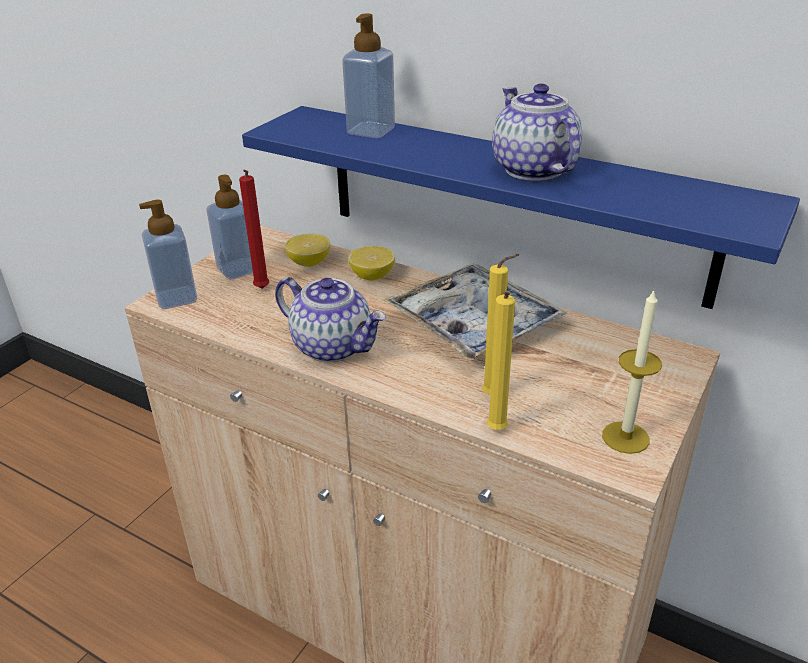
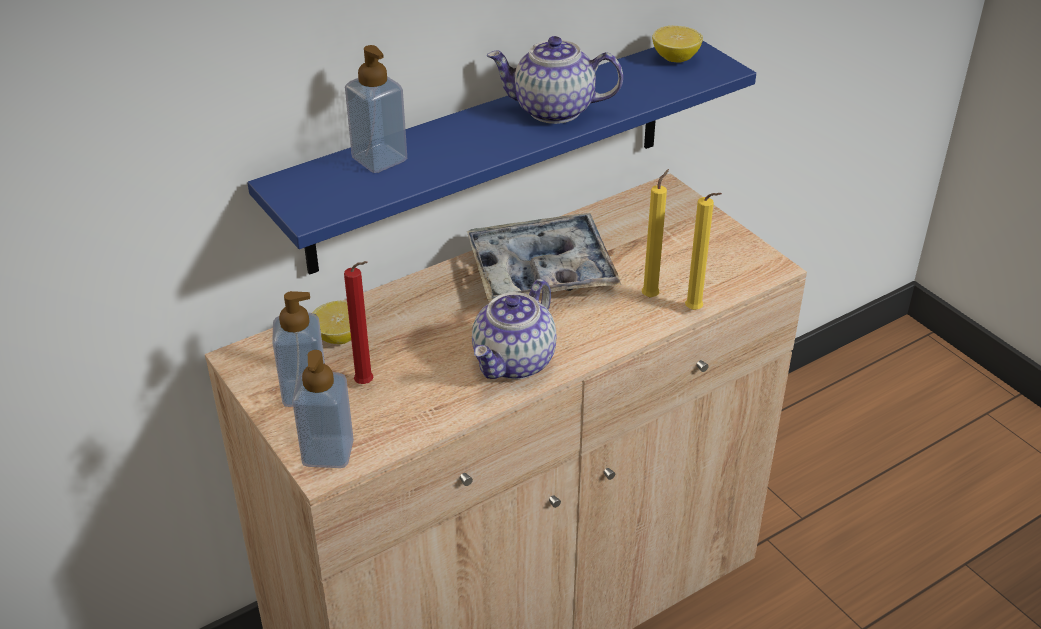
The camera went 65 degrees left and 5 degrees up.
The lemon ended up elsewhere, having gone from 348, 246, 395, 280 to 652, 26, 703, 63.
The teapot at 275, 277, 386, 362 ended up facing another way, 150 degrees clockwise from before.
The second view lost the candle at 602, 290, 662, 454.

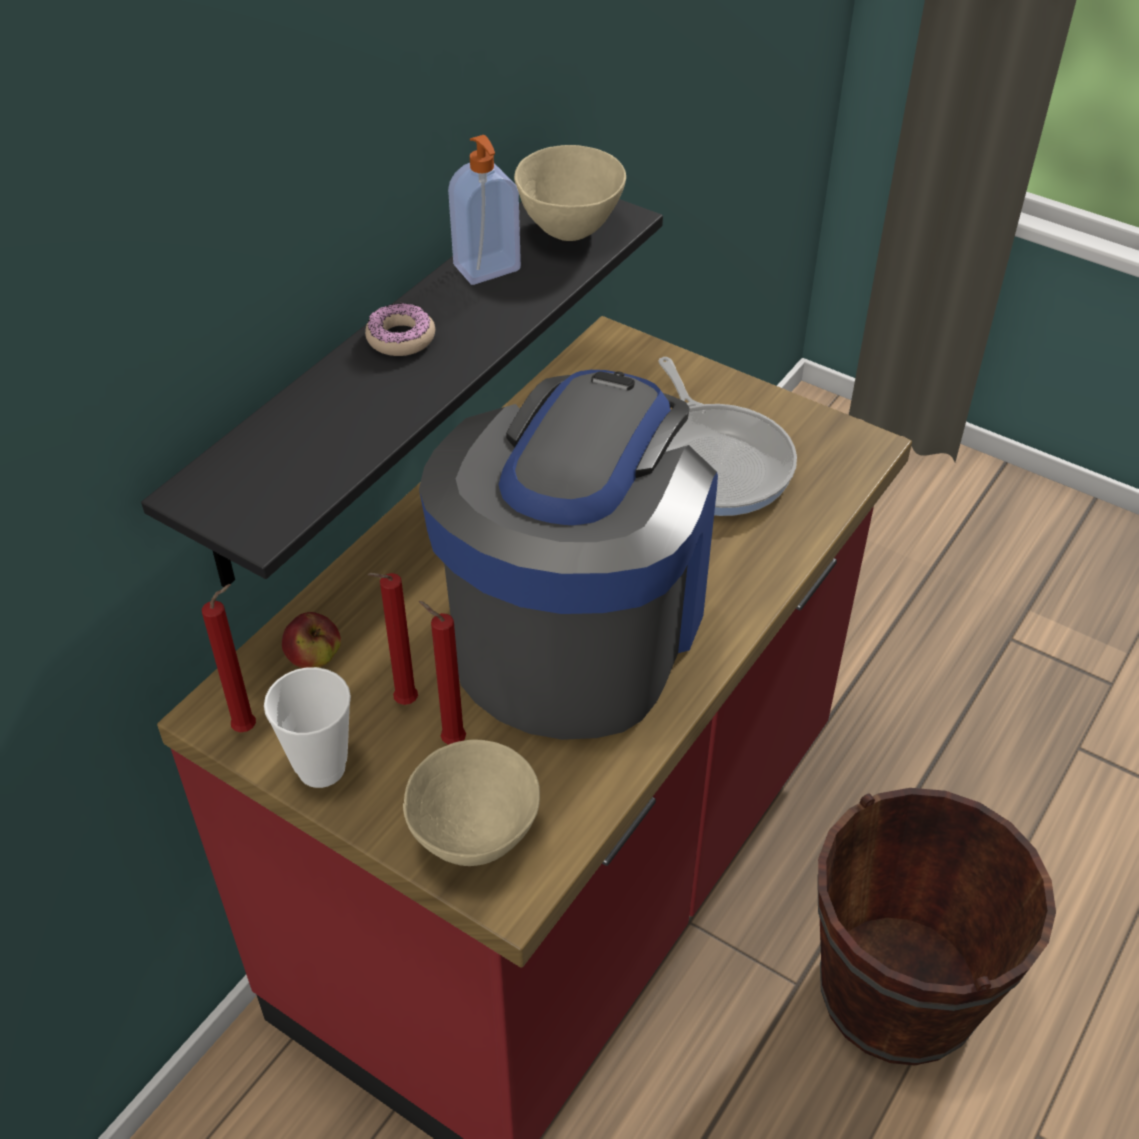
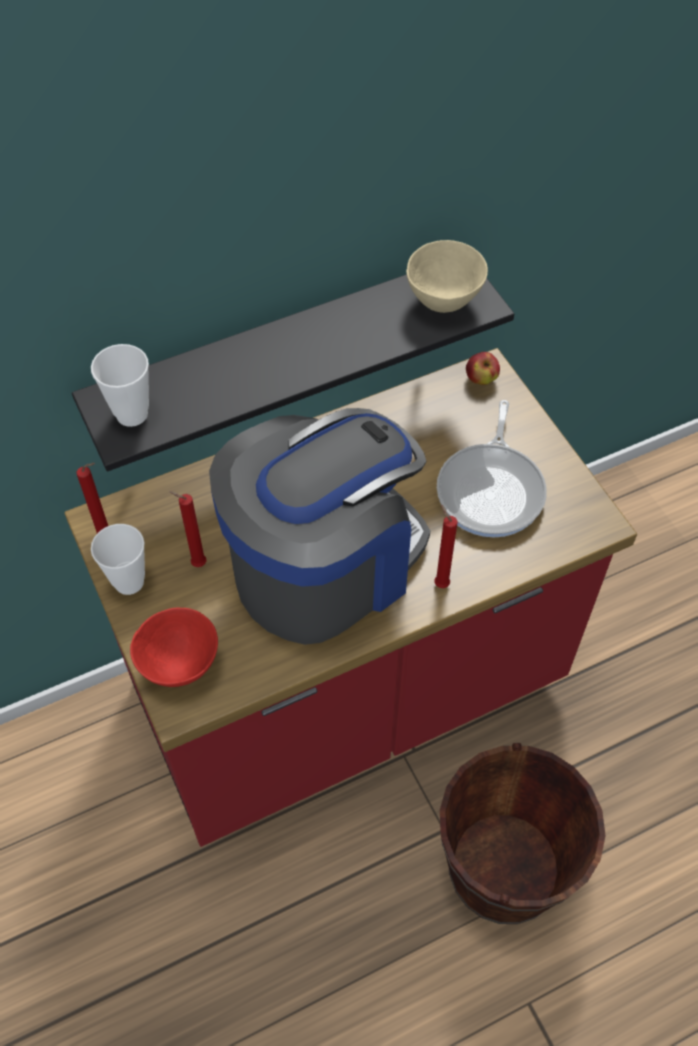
The camera went 30 degrees right and 10 degrees up.
The second view lost the soap dispenser at 448, 135, 521, 285.
The second view lost the donut at 365, 303, 435, 356.
The red candle ended up elsewhere, having gone from 419, 601, 466, 745 to 434, 504, 458, 588.
The apple ended up elsewhere, having gone from 282, 612, 341, 668 to 466, 352, 500, 385.
What was the beige bowl at 403, 740, 540, 866 turned into the red bowl at 130, 608, 218, 687.
The second view gained the cup at 91, 344, 149, 427.

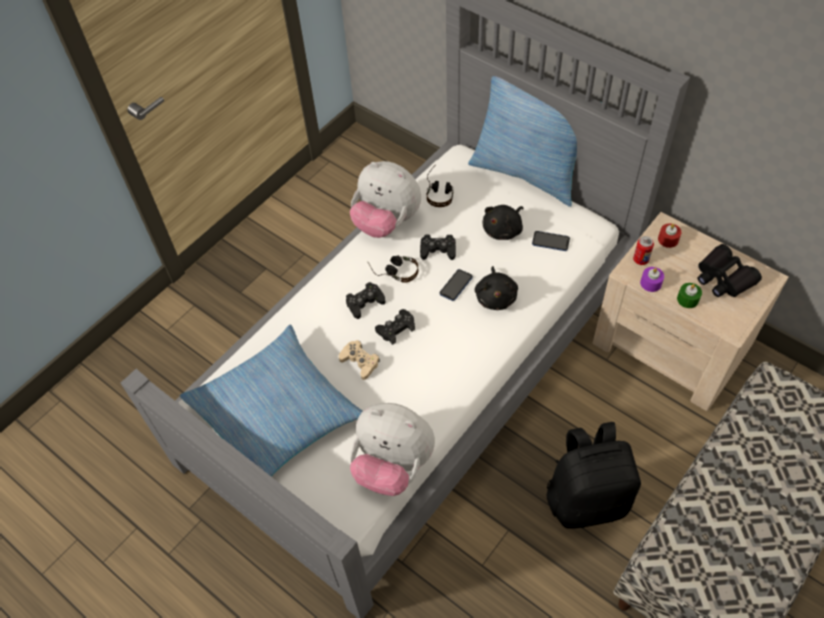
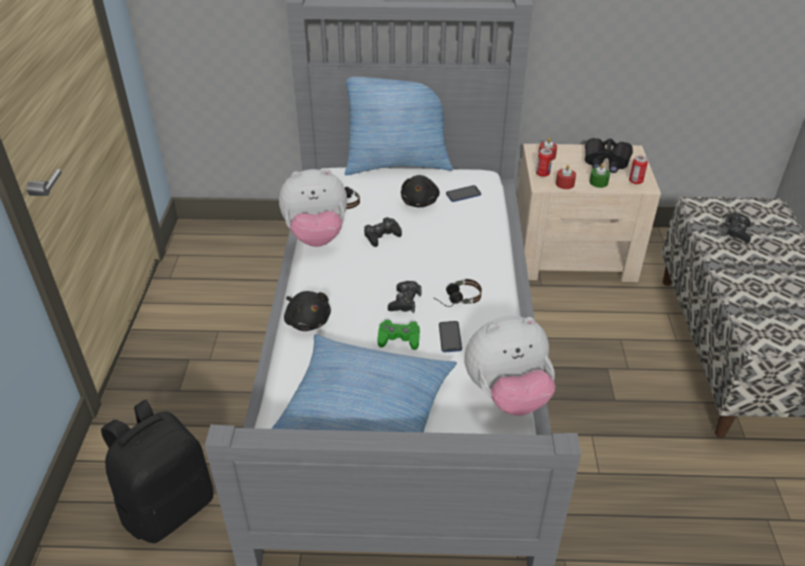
The camera went 40 degrees left and 15 degrees down.
The headphones ended up elsewhere, having gone from 368, 255, 418, 283 to 433, 279, 482, 307.
The black plush toy ended up elsewhere, having gone from 475, 266, 518, 310 to 284, 291, 331, 331.
What was the purple candle at 640, 267, 664, 292 turned into the red candle at 556, 165, 576, 189.
The phone ended up elsewhere, having gone from 440, 269, 473, 301 to 439, 321, 462, 352.
The black game controller ended up elsewhere, having gone from 346, 282, 386, 319 to 724, 213, 751, 243.
What was the beige game controller at 339, 340, 380, 380 turned into the green game controller at 378, 320, 420, 350.
The black backpack ended up elsewhere, having gone from 547, 422, 641, 529 to 101, 400, 213, 543.
The second view gained the can at 629, 155, 648, 184.

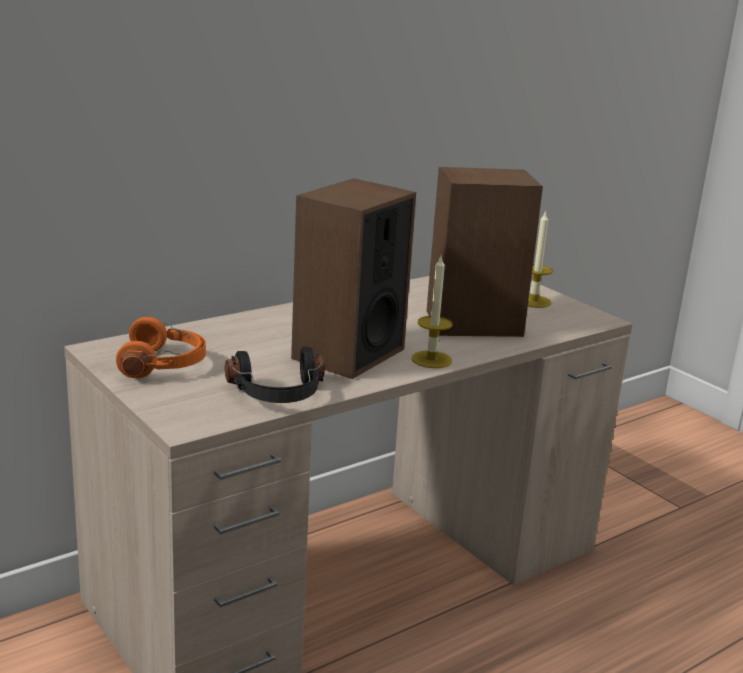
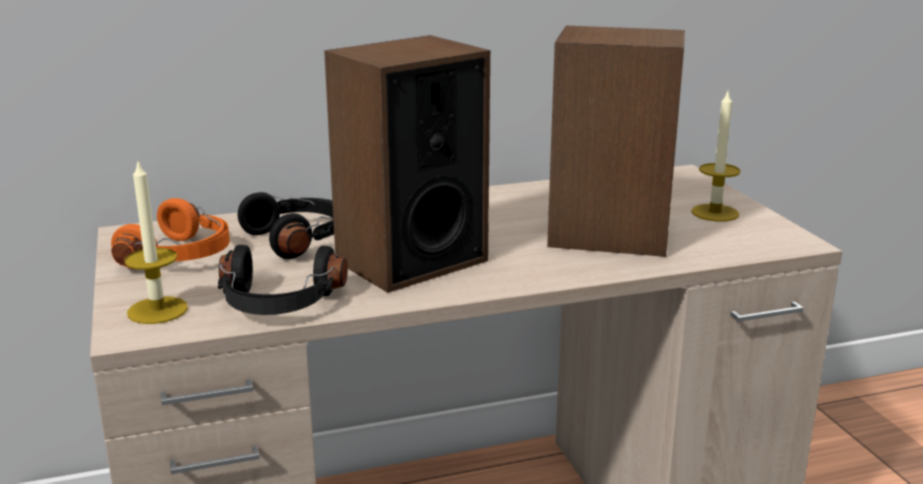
The camera went 20 degrees right and 0 degrees up.
The candle ended up elsewhere, having gone from 411, 254, 453, 368 to 124, 161, 188, 324.
The second view gained the black headphones at 237, 192, 334, 259.

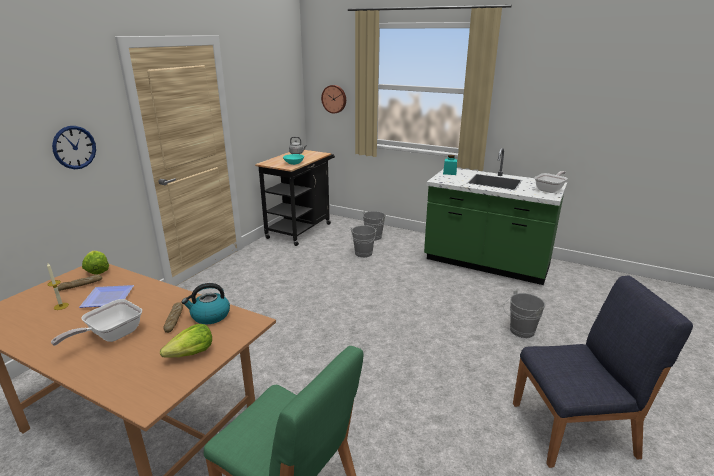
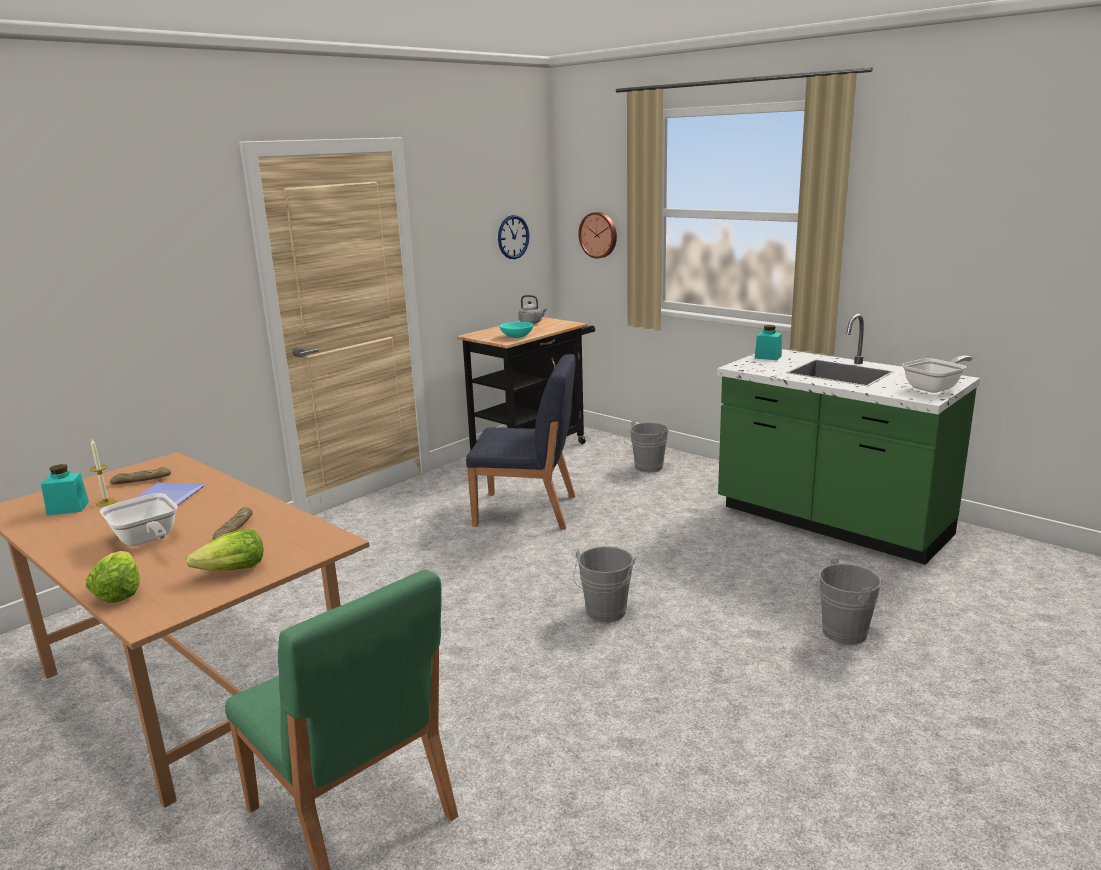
The camera went 15 degrees right and 5 degrees down.
The wall clock ended up elsewhere, having gone from 52, 126, 96, 169 to 498, 215, 529, 259.
The grey bucket ended up elsewhere, having gone from 351, 225, 377, 258 to 574, 546, 636, 623.
The lettuce ended up elsewhere, having gone from 82, 251, 109, 275 to 86, 551, 140, 603.
The blue chair ended up elsewhere, having gone from 513, 276, 693, 468 to 466, 354, 576, 530.
The second view lost the kettle at 182, 283, 230, 324.
The frying pan at 51, 299, 142, 346 ended up facing another way, 90 degrees counterclockwise from before.
The second view gained the turquoise jar at 41, 464, 89, 516.

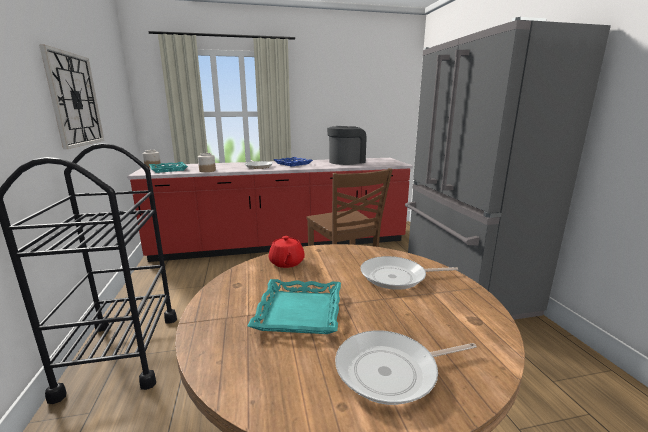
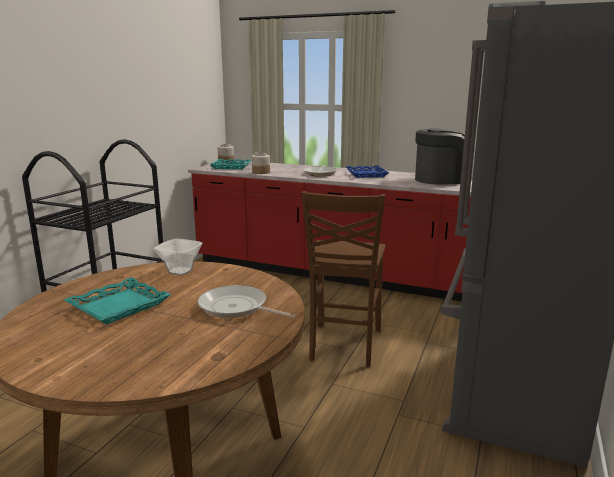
The camera went 35 degrees right and 0 degrees up.
The second view lost the wall clock at 39, 44, 104, 149.
Where the red teapot stood at 269, 236, 305, 268, the bowl came to stand at 154, 239, 203, 276.
The second view lost the frying pan at 335, 330, 477, 405.

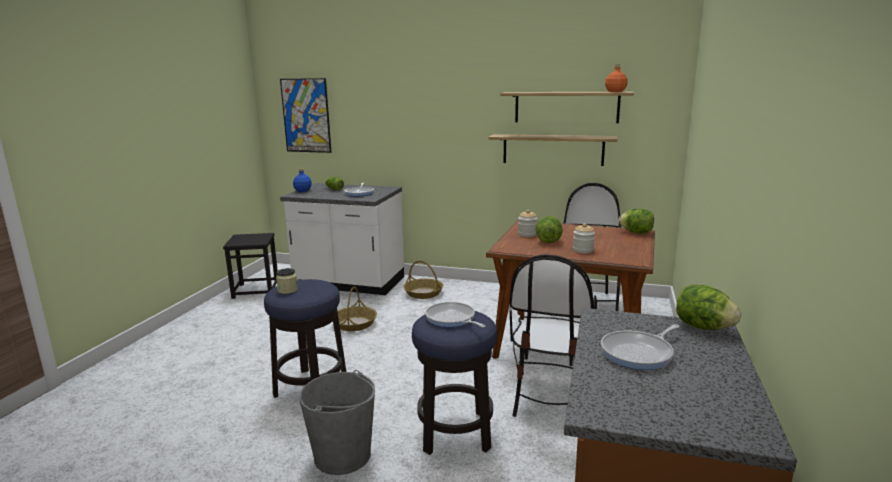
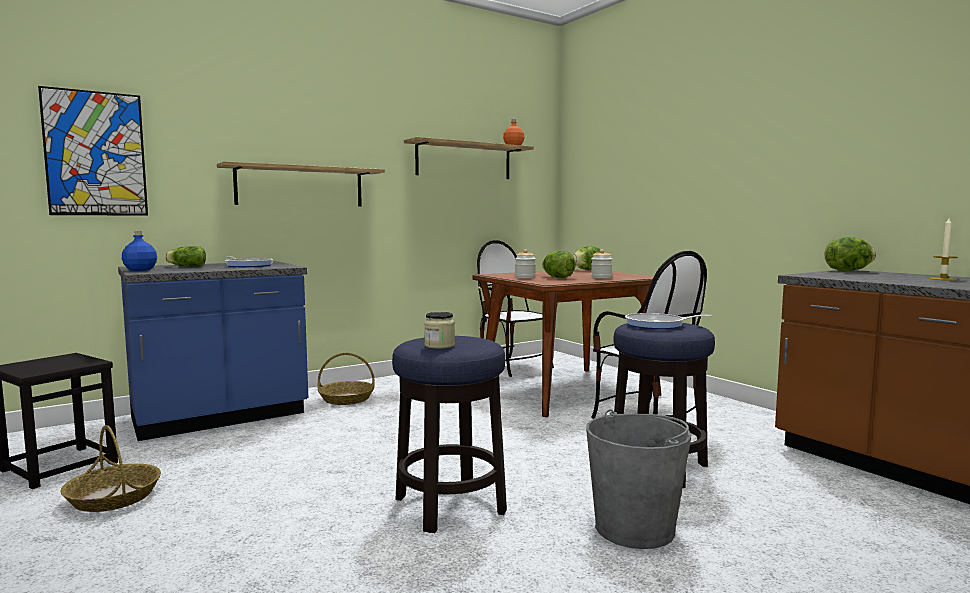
The camera went 50 degrees left and 10 degrees down.
The shelf ended up elsewhere, having gone from 488, 134, 617, 166 to 217, 161, 385, 206.
What was the white counter at 280, 183, 404, 295 turned into the blue counter at 118, 261, 308, 441.
The basket ended up elsewhere, having gone from 337, 286, 377, 331 to 60, 425, 161, 512.
The second view lost the frying pan at 601, 324, 679, 370.
The second view gained the candle at 929, 218, 958, 281.

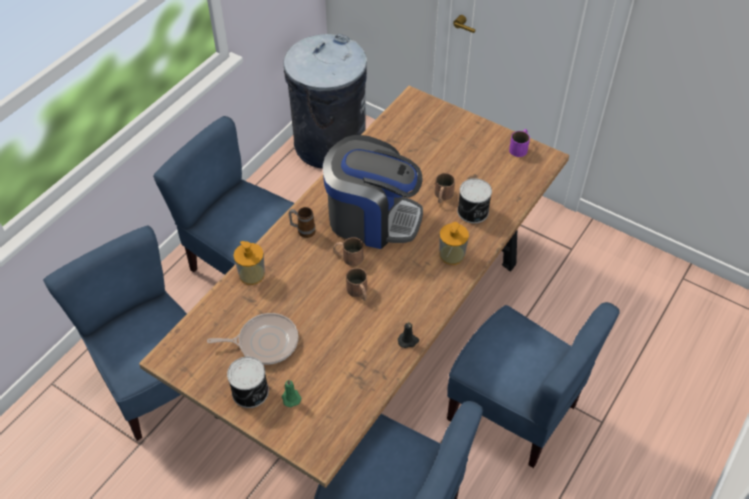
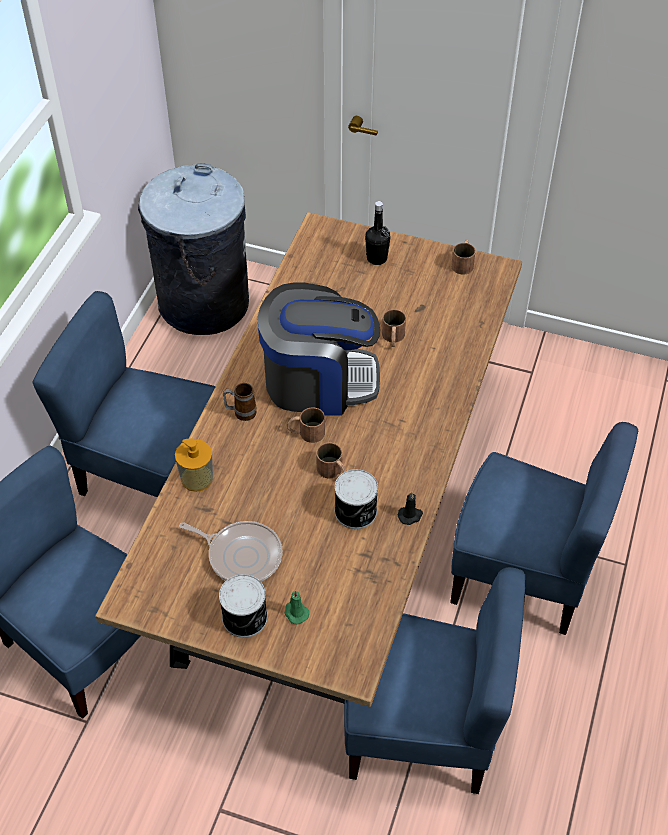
The camera went 15 degrees left and 0 degrees up.
What was the purple mug at 509, 129, 530, 157 turned into the brown mug at 451, 240, 476, 275.
The can ended up elsewhere, having gone from 457, 178, 492, 223 to 335, 469, 378, 529.
The second view lost the soap dispenser at 439, 222, 469, 265.
The frying pan at 207, 313, 298, 365 ended up facing another way, 45 degrees clockwise from before.
The second view gained the black bottle at 365, 201, 391, 265.

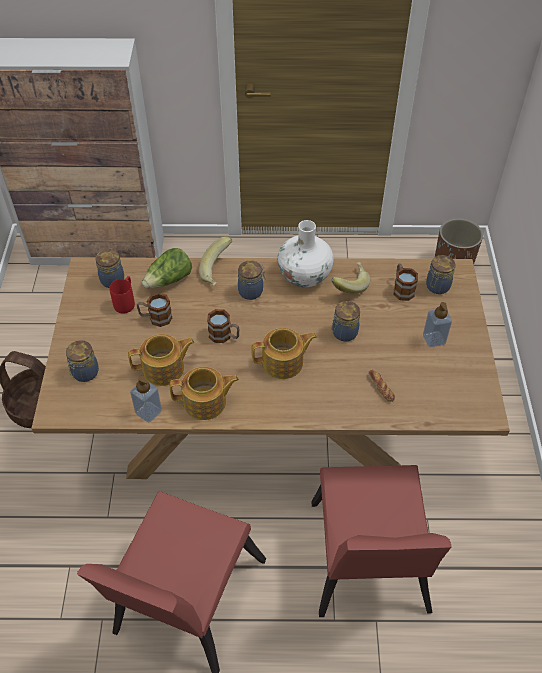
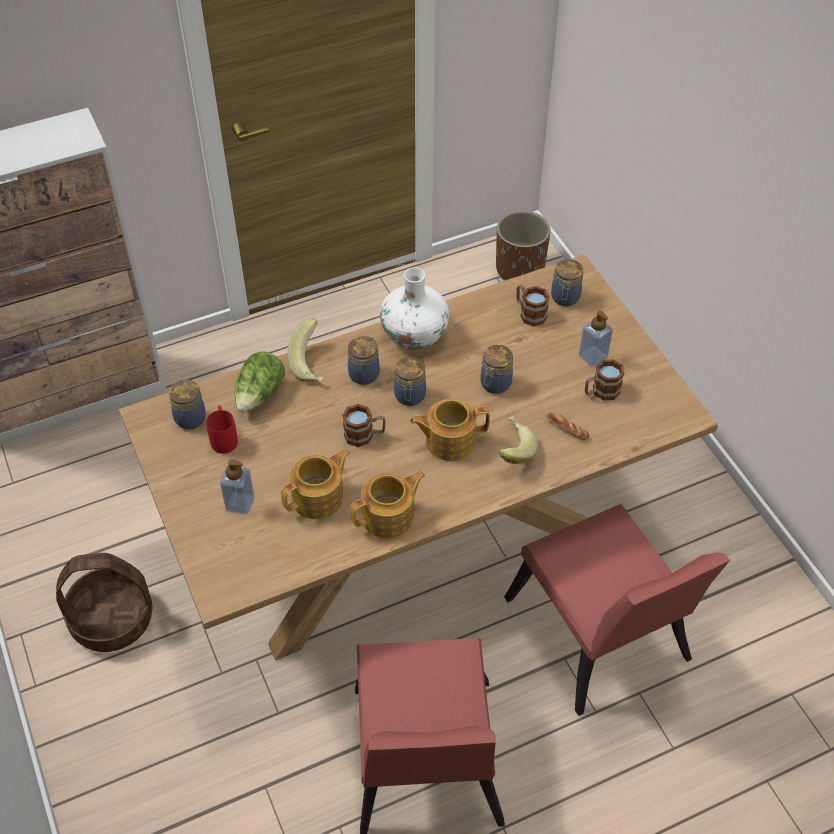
The camera went 25 degrees left and 0 degrees up.
The banana ended up elsewhere, having gone from 331, 262, 370, 294 to 498, 416, 538, 464.
The mug ended up elsewhere, having gone from 137, 293, 172, 327 to 585, 359, 624, 400.
The teapot at 251, 328, 317, 379 ended up facing another way, 150 degrees counterclockwise from before.
The jar ended up elsewhere, having gone from 66, 340, 99, 382 to 394, 357, 426, 406.
The soap dispenser ended up elsewhere, having gone from 130, 376, 162, 422 to 220, 459, 255, 514.

